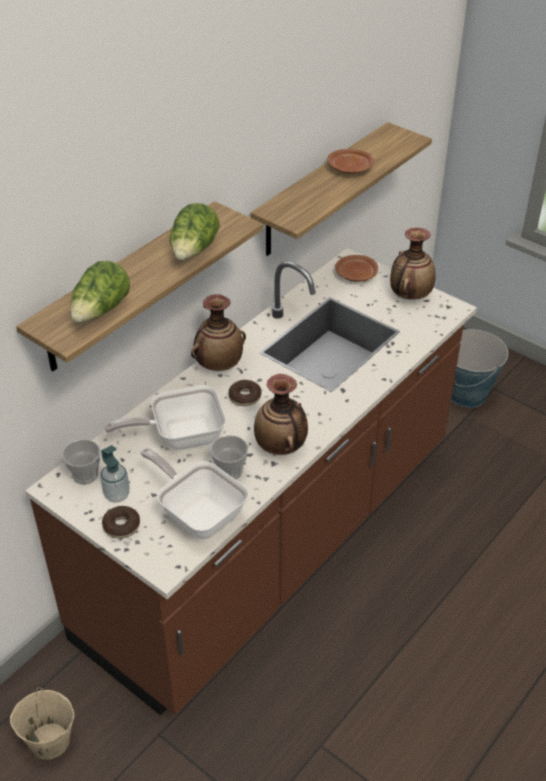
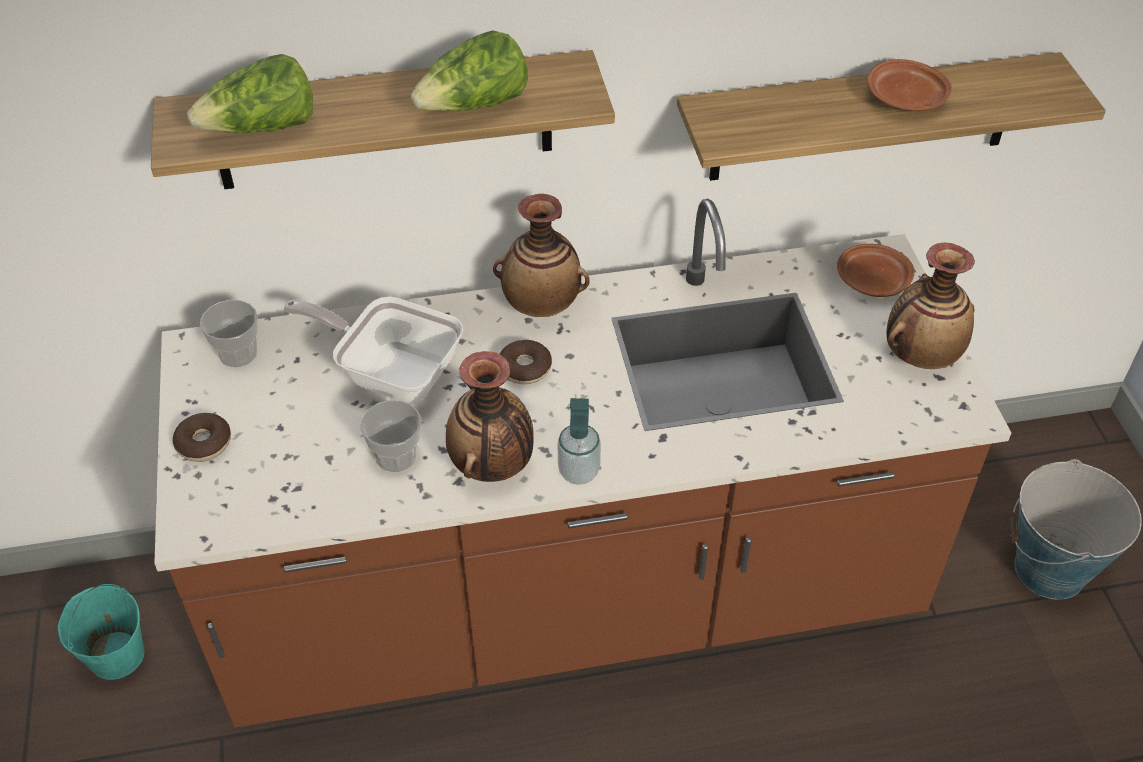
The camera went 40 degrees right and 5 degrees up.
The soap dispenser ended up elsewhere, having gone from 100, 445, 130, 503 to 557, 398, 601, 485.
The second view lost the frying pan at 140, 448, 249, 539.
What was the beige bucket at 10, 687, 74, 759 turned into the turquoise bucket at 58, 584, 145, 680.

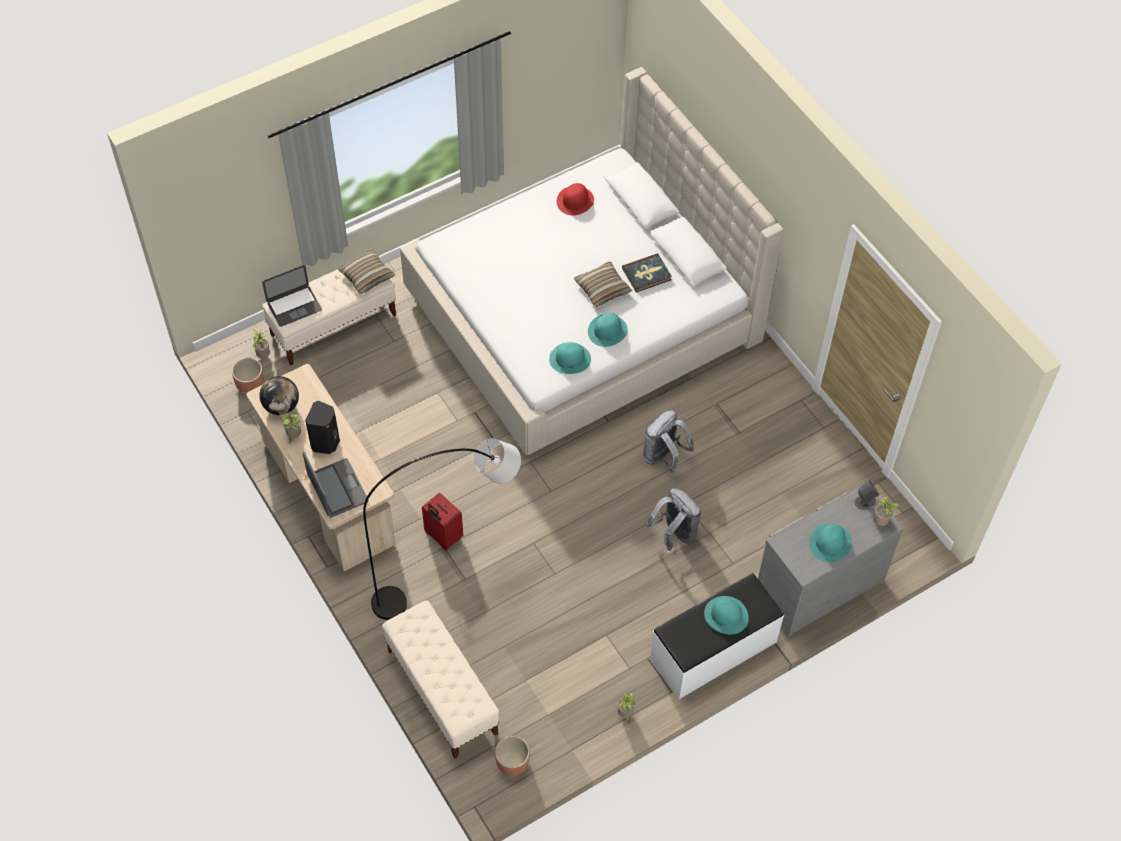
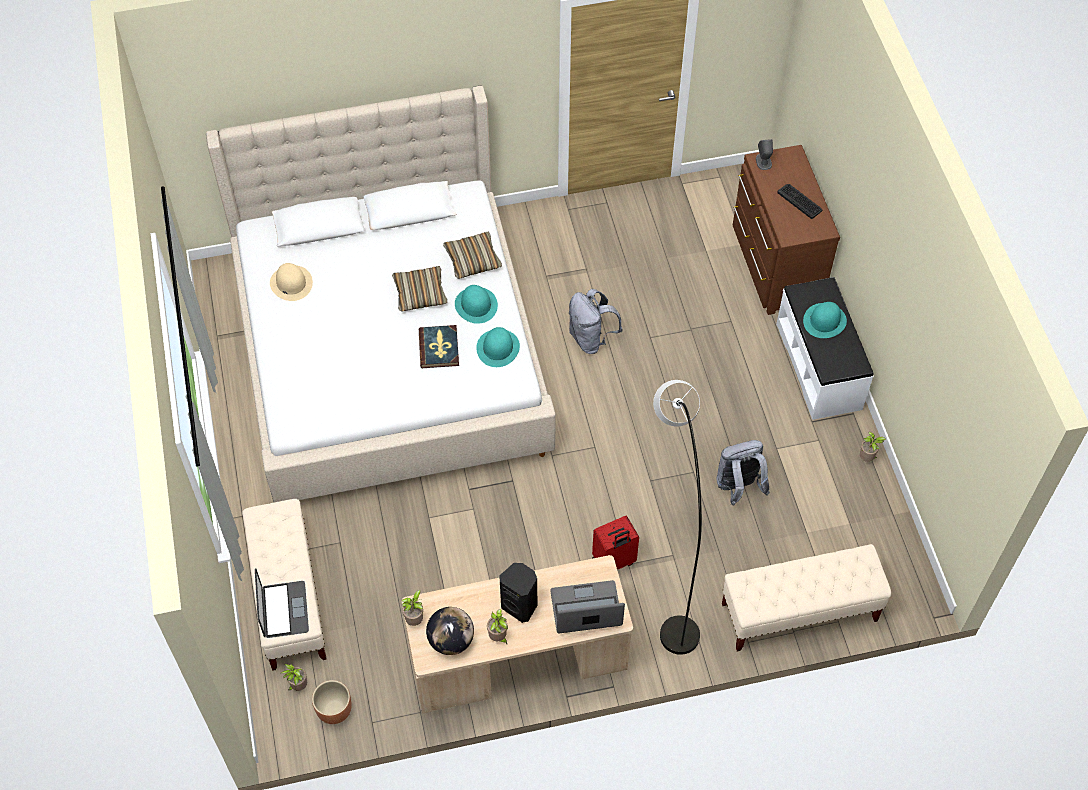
The camera went 70 degrees left and 0 degrees up.
What was the red hat at 557, 183, 594, 216 turned into the beige hat at 270, 263, 313, 301.
The pillow ended up elsewhere, having gone from 338, 249, 396, 294 to 443, 231, 502, 279.
The book ended up elsewhere, having gone from 622, 253, 672, 292 to 419, 325, 459, 368.
The grey backpack ended up elsewhere, having gone from 646, 488, 701, 551 to 716, 440, 770, 505.
What was the grey dresser at 758, 488, 904, 638 turned into the brown dresser at 733, 145, 840, 315.
The potted plant ended up elsewhere, having gone from 874, 496, 900, 526 to 401, 590, 423, 626.
Where the turquoise hat stood at 809, 524, 852, 563, the keyboard came to stand at 777, 184, 822, 219.
The second view lost the brown planter at 495, 736, 530, 776.

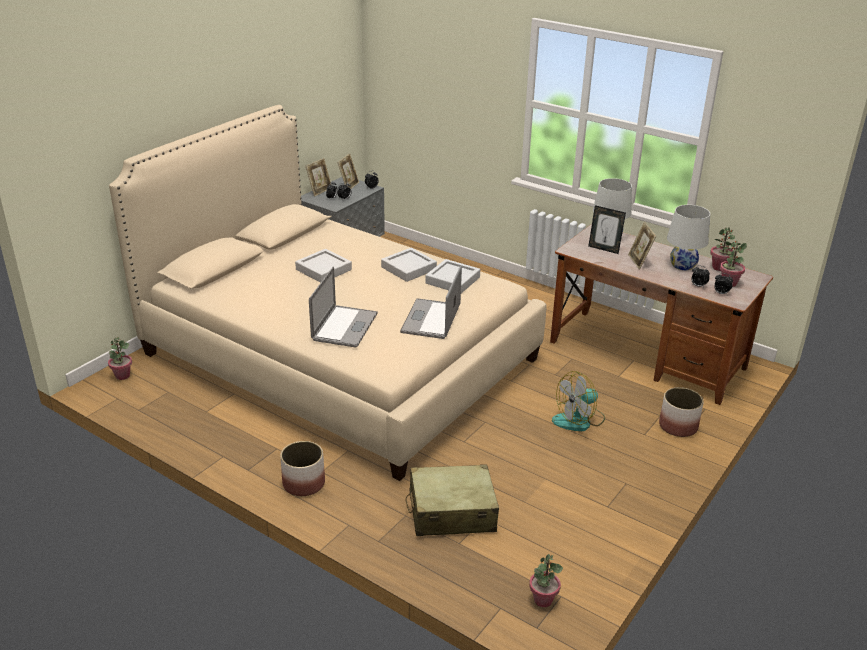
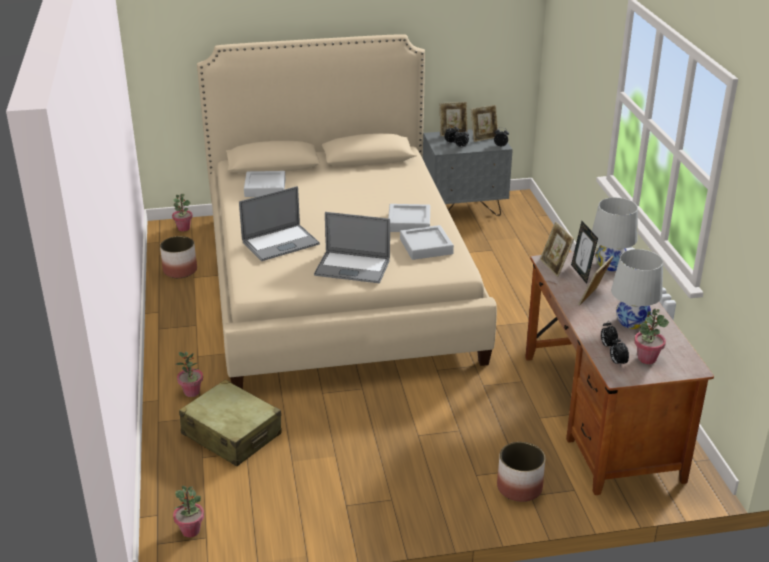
The camera went 45 degrees right and 0 degrees up.
The potted plant ended up elsewhere, having gone from 710, 227, 736, 271 to 175, 352, 203, 397.
The grey tray ended up elsewhere, having gone from 295, 249, 352, 283 to 244, 171, 285, 197.
The laptop at 400, 266, 462, 339 ended up facing another way, 135 degrees counterclockwise from before.
The second view lost the fan at 552, 371, 605, 431.
The planter ended up elsewhere, having gone from 280, 441, 325, 496 to 160, 236, 197, 278.
The second view gained the picture frame at 540, 222, 574, 277.

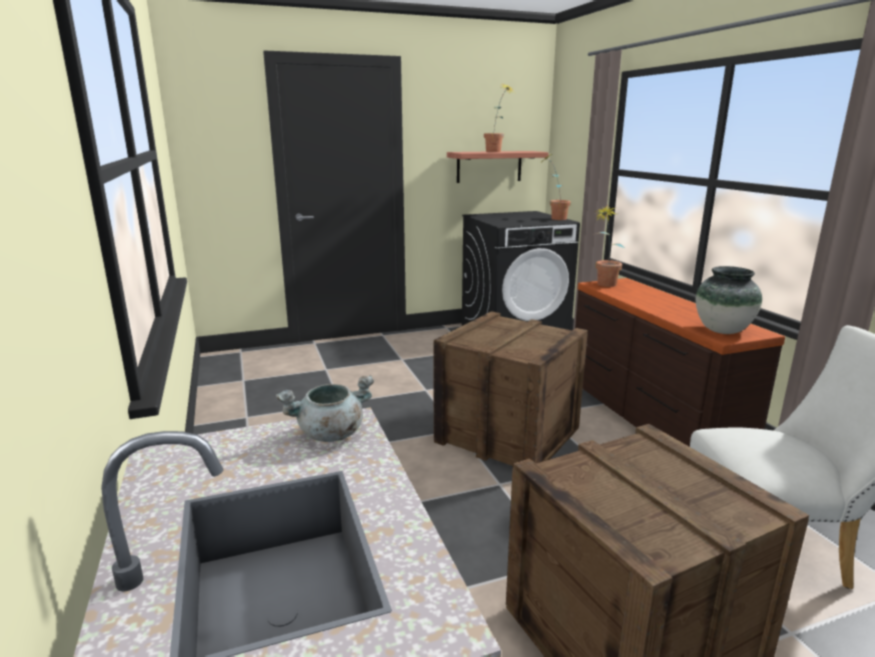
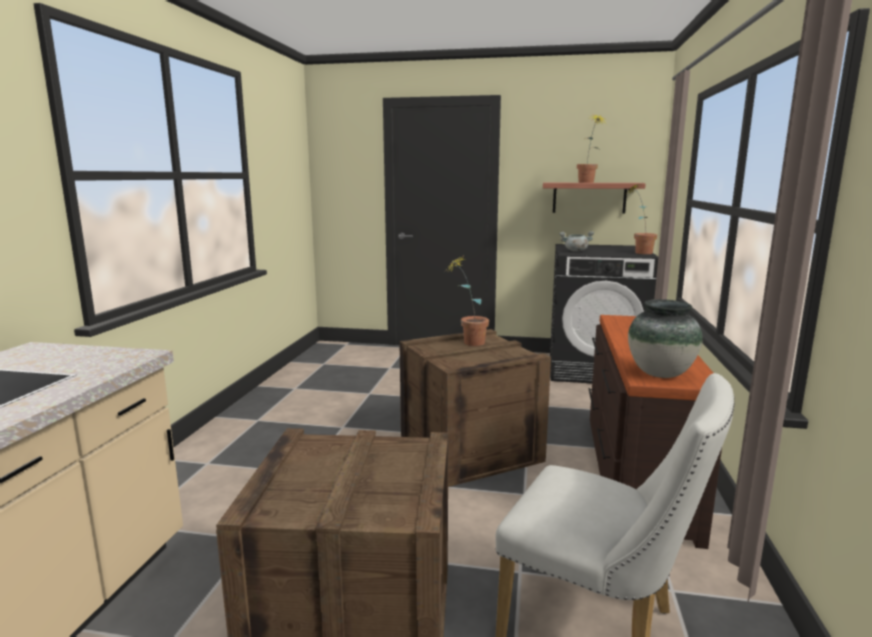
The camera went 30 degrees right and 5 degrees down.
The potted plant ended up elsewhere, having gone from 595, 205, 625, 287 to 447, 257, 489, 346.
The grey cooking pot ended up elsewhere, having gone from 276, 375, 374, 442 to 559, 231, 594, 252.

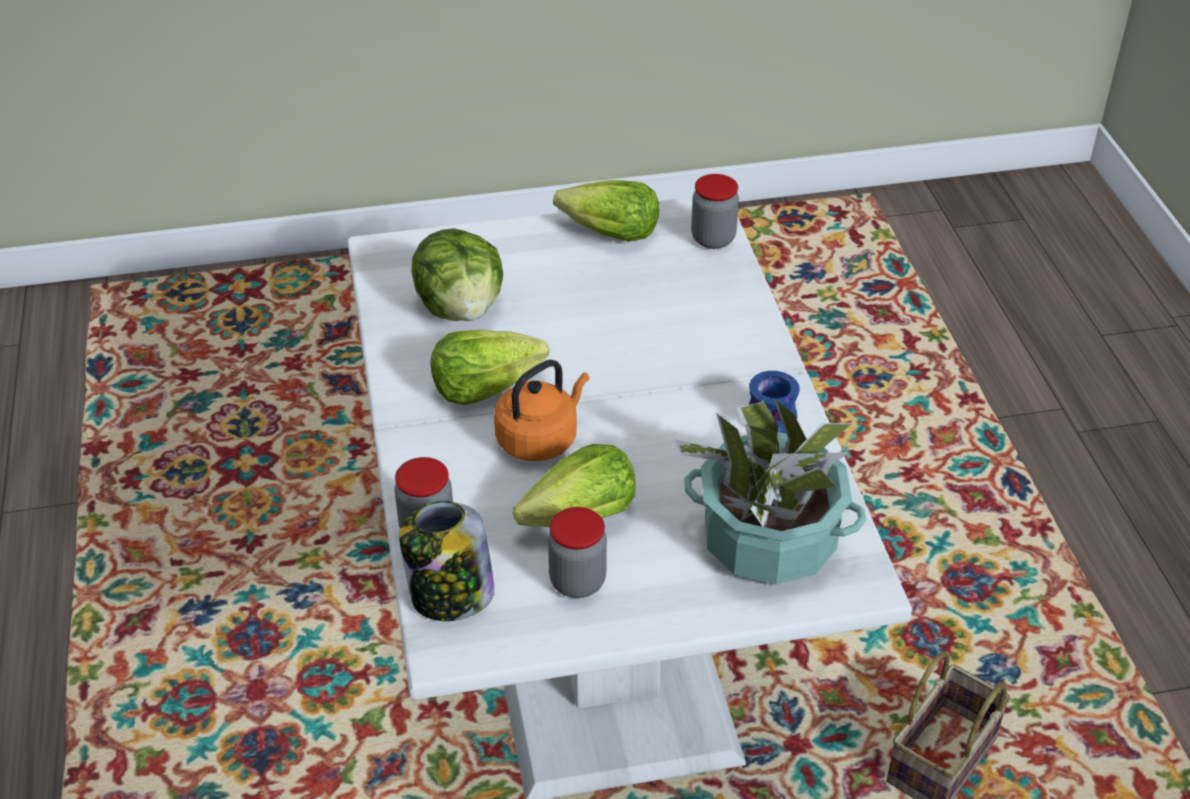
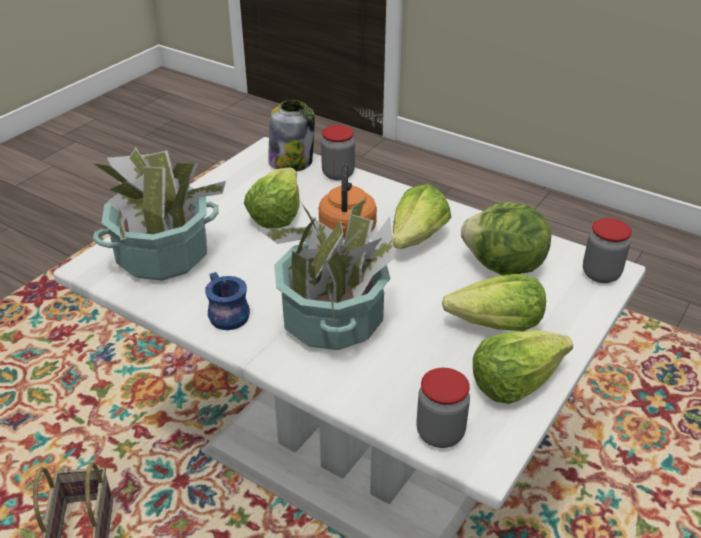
The camera went 135 degrees right and 5 degrees down.
The jar ended up elsewhere, having gone from 548, 507, 607, 598 to 583, 218, 632, 283.
The second view gained the potted plant at 257, 198, 394, 350.
The second view gained the lettuce at 442, 274, 546, 331.

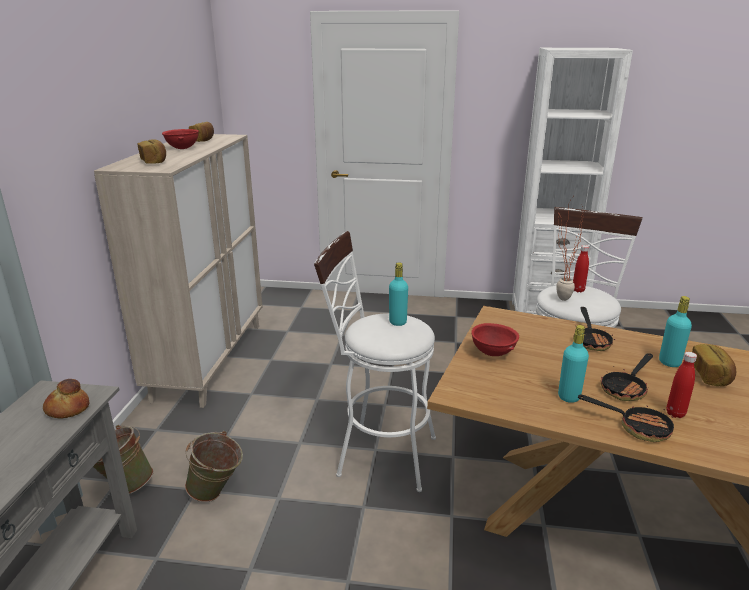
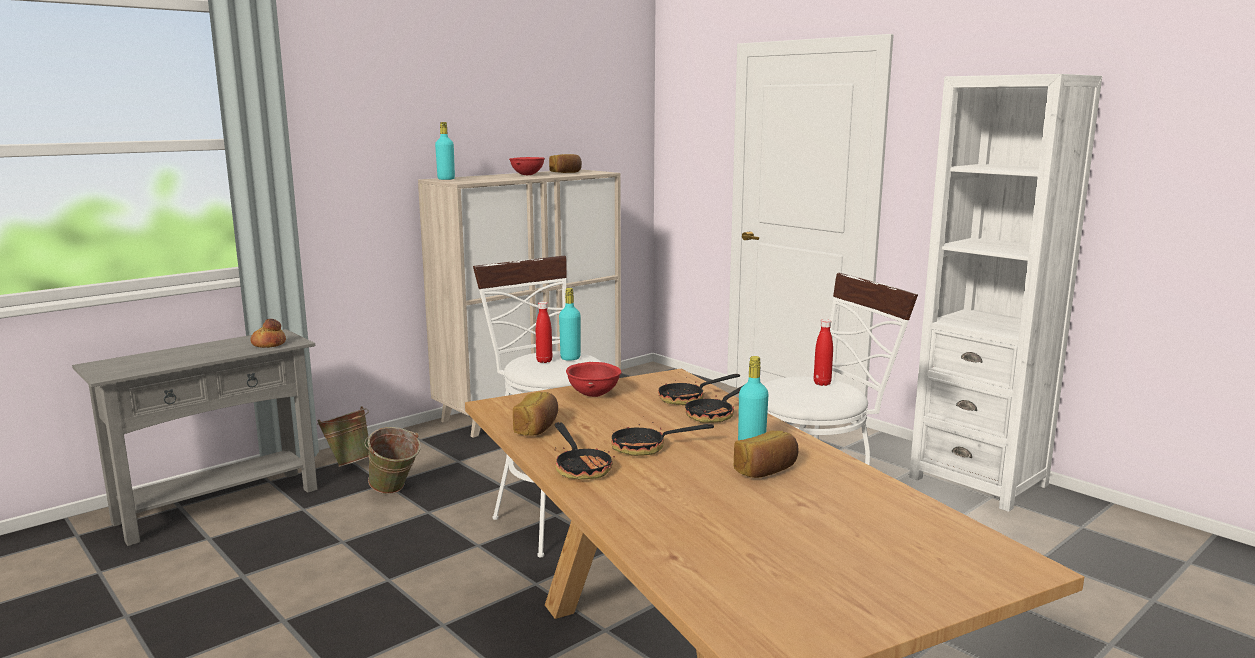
The camera went 40 degrees right and 10 degrees down.
The bread ended up elsewhere, having gone from 137, 139, 166, 164 to 513, 392, 558, 436.
The second view lost the potted plant at 556, 198, 585, 301.
The turquoise bottle ended up elsewhere, having gone from 558, 325, 589, 403 to 435, 122, 455, 180.
The red bottle ended up elsewhere, having gone from 666, 352, 697, 418 to 536, 302, 552, 363.
The second view gained the frying pan at 658, 374, 740, 405.

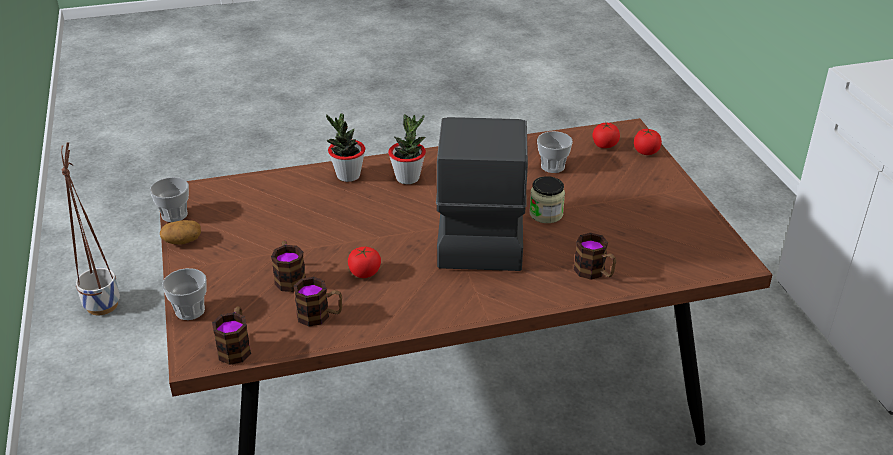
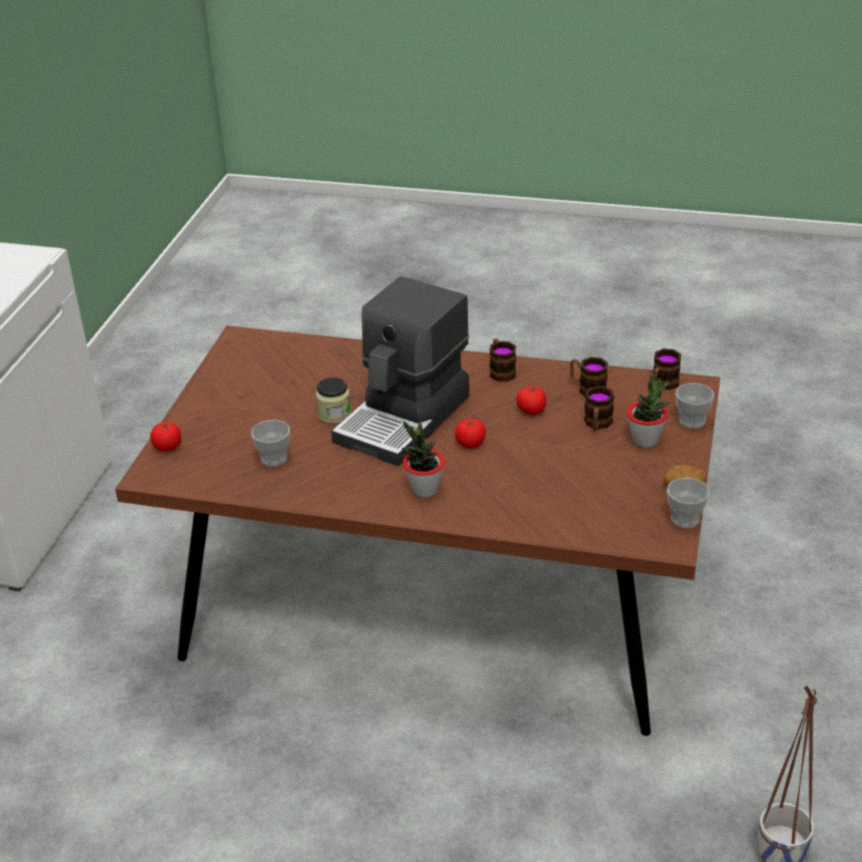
The camera went 150 degrees left and 0 degrees up.
The potted plant ended up elsewhere, having gone from 326, 113, 365, 182 to 627, 374, 669, 448.
The tomato ended up elsewhere, having gone from 593, 123, 620, 148 to 455, 419, 486, 448.
The mug ended up elsewhere, having gone from 574, 233, 616, 280 to 489, 338, 516, 382.

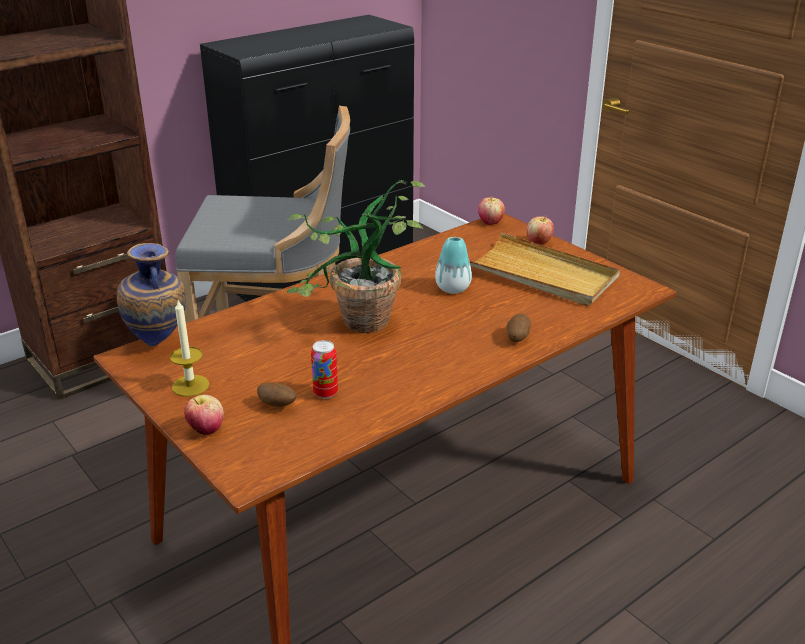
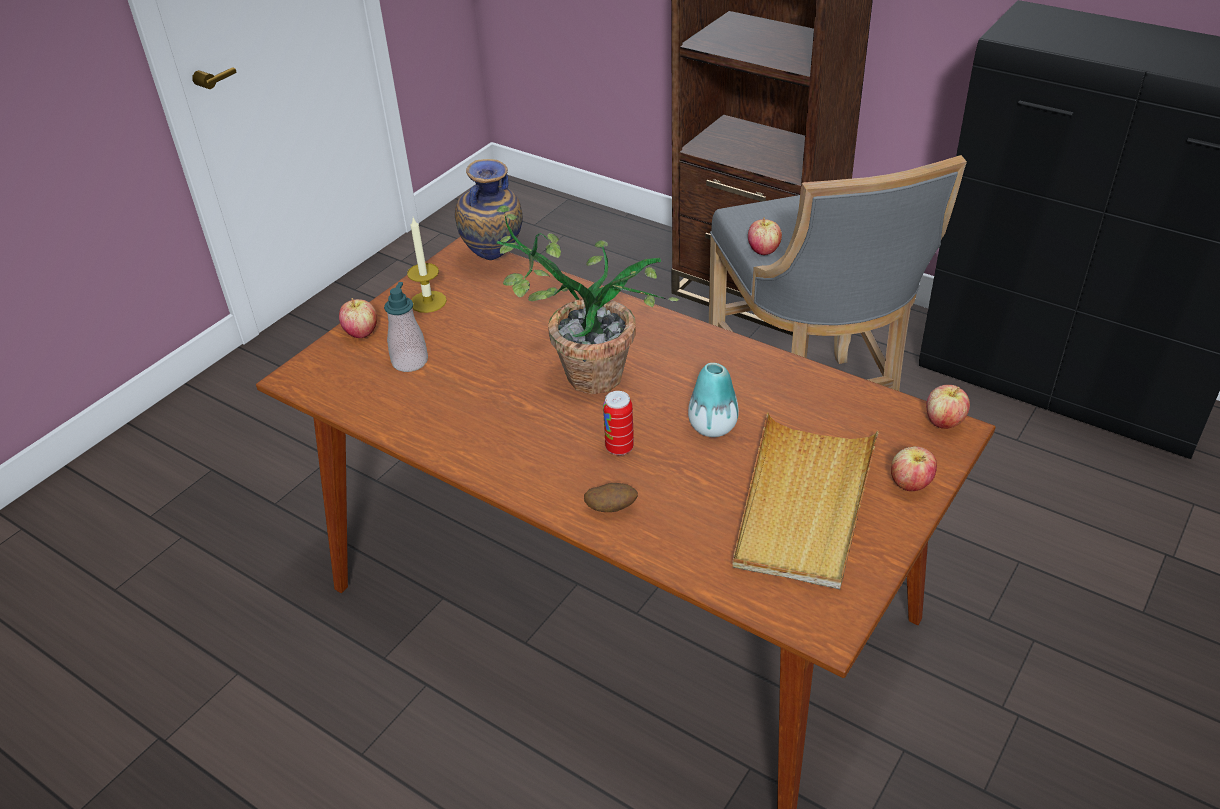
The camera went 75 degrees right and 10 degrees up.
The can ended up elsewhere, having gone from 311, 340, 338, 399 to 603, 391, 634, 455.
Where the potato stood at 257, 383, 297, 407, the soap dispenser came to stand at 384, 282, 428, 372.
The second view gained the apple at 748, 217, 782, 255.

